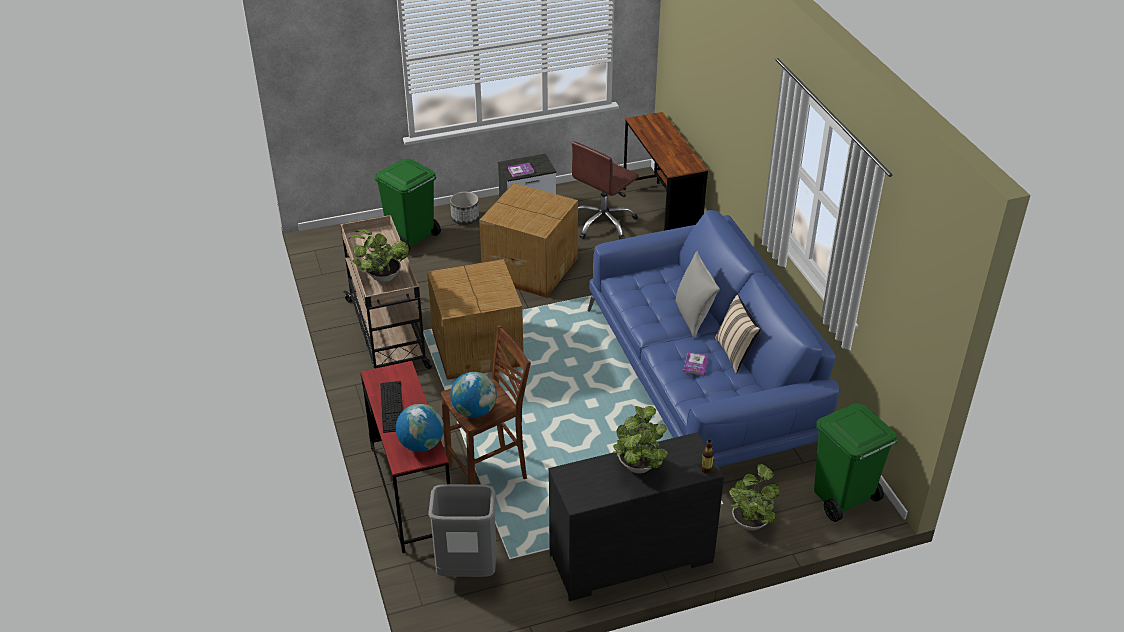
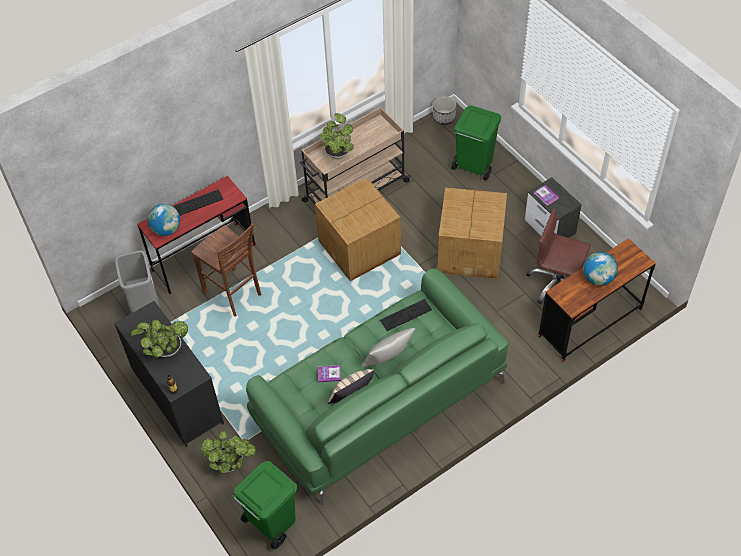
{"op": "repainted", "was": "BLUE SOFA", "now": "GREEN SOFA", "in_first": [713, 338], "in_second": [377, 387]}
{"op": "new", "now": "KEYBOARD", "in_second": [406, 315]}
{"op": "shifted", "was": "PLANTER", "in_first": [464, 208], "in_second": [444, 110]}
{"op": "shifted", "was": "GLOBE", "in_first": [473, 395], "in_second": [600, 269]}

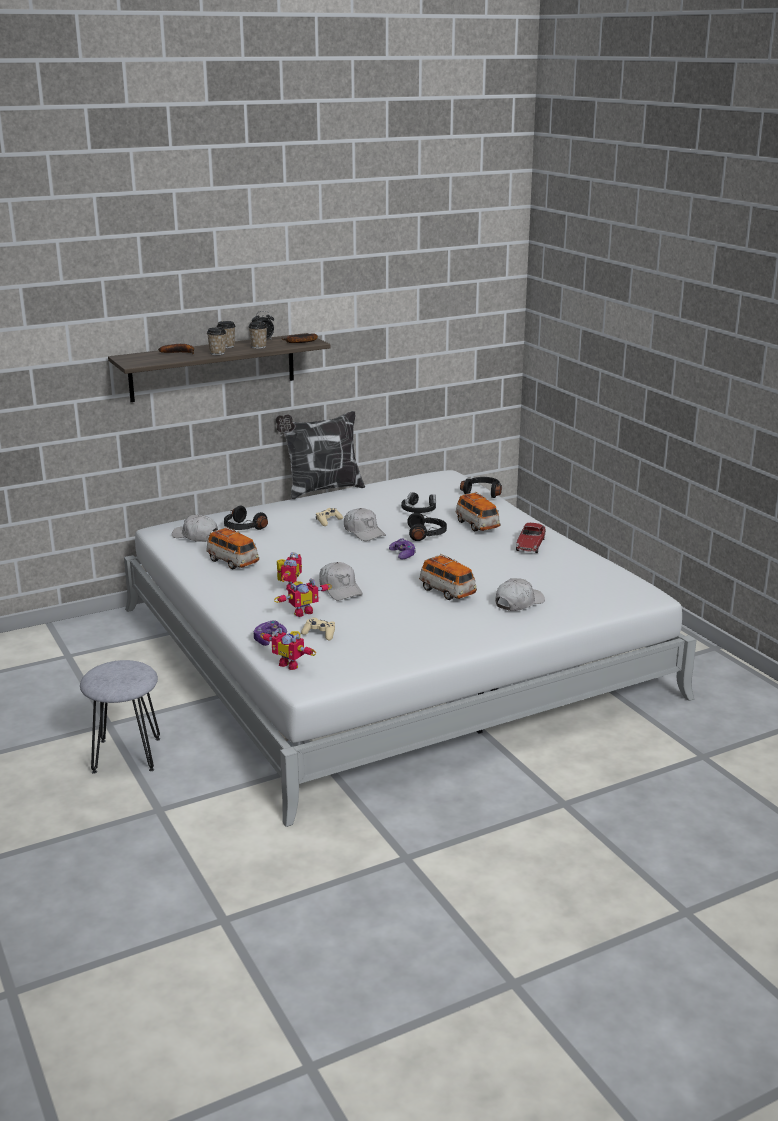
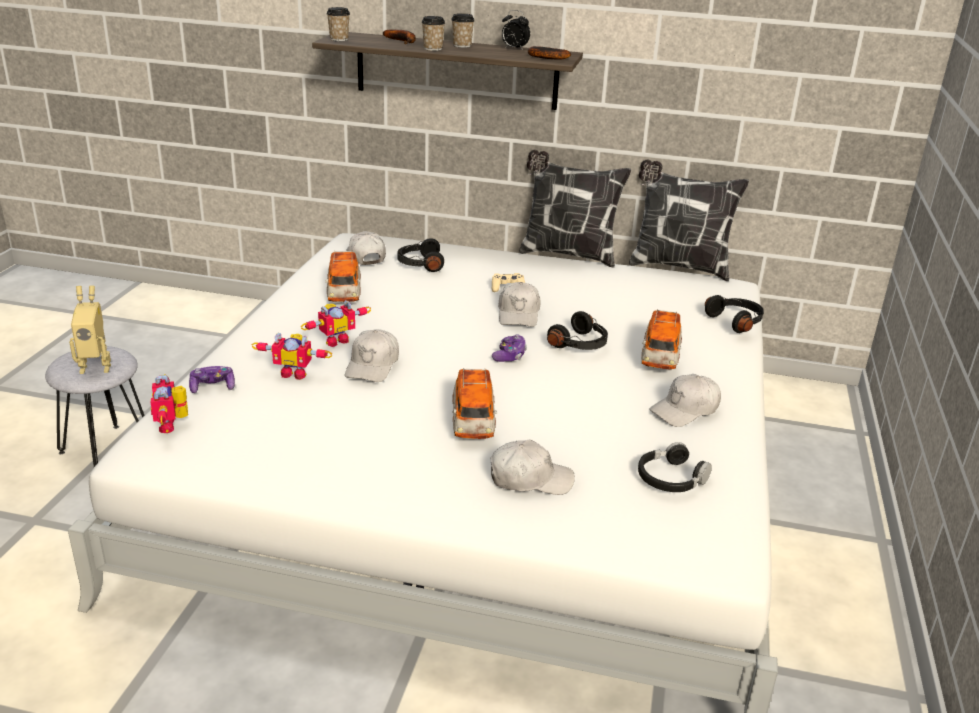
{"op": "new", "now": "TOY ROBOT", "in_second": [90, 329]}
{"op": "shifted", "was": "CUP", "in_first": [257, 335], "in_second": [338, 24]}
{"op": "new", "now": "PILLOW", "in_second": [689, 220]}
{"op": "shifted", "was": "BLACK HEADPHONES", "in_first": [418, 502], "in_second": [675, 467]}
{"op": "swapped", "was": "TOY CAR", "now": "WHITE CAP", "in_first": [531, 538], "in_second": [685, 400]}
{"op": "gone", "was": "BEIGE GAME CONTROLLER", "in_first": [318, 629]}

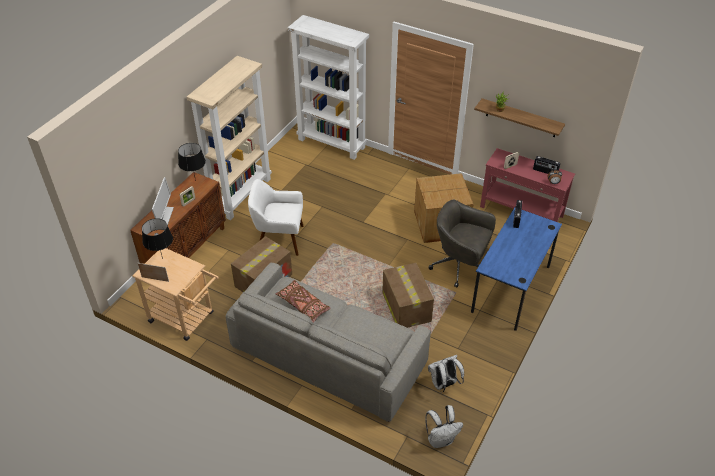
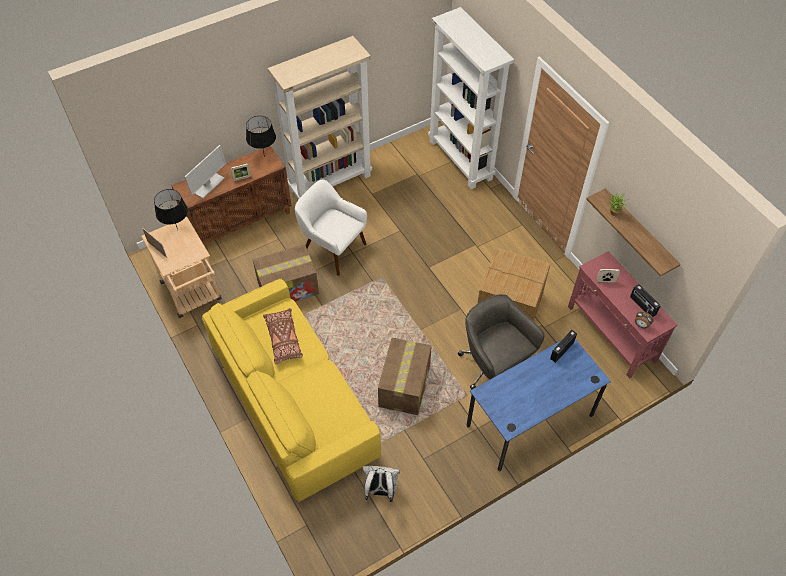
{"op": "repainted", "was": "GREY SOFA", "now": "YELLOW SOFA", "in_first": [328, 342], "in_second": [291, 390]}
{"op": "gone", "was": "WHITE BACKPACK", "in_first": [444, 426]}

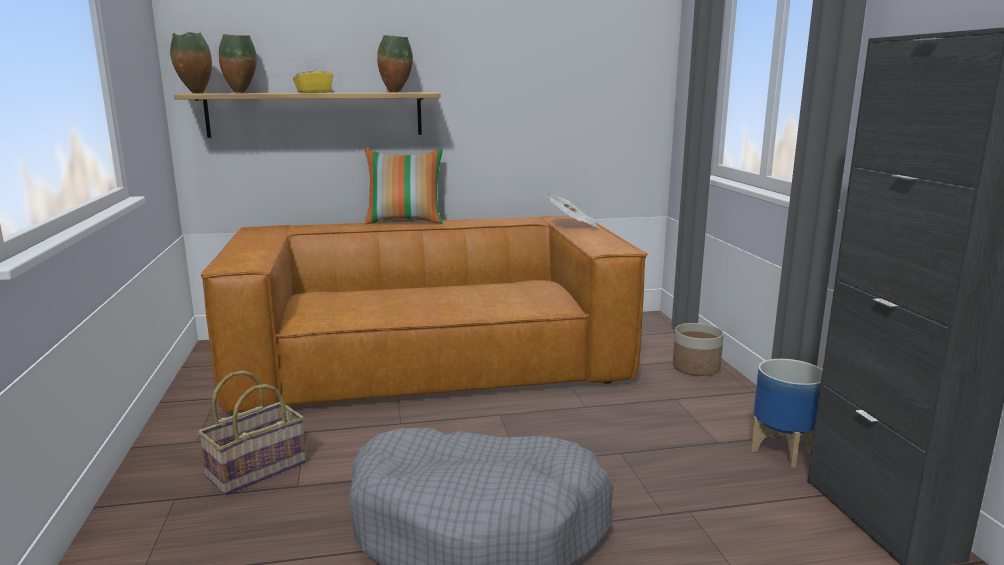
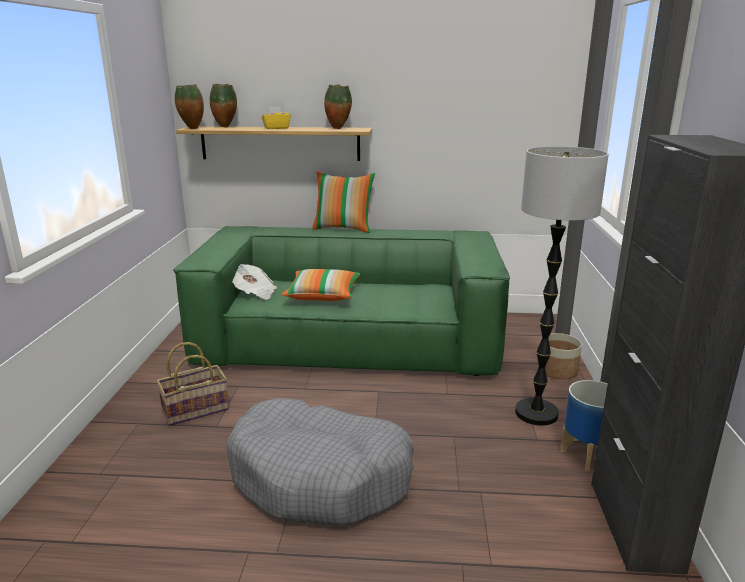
{"op": "repainted", "was": "BROWN SOFA", "now": "GREEN SOFA", "in_first": [424, 314], "in_second": [341, 301]}
{"op": "shifted", "was": "NEWSPAPER", "in_first": [572, 210], "in_second": [254, 281]}
{"op": "new", "now": "PILLOW", "in_second": [321, 285]}
{"op": "new", "now": "FLOOR LAMP", "in_second": [562, 286]}

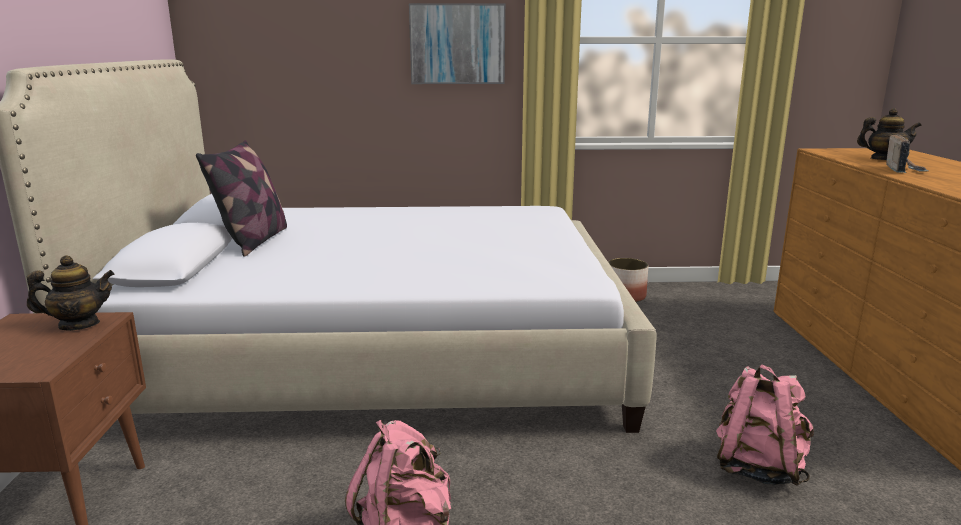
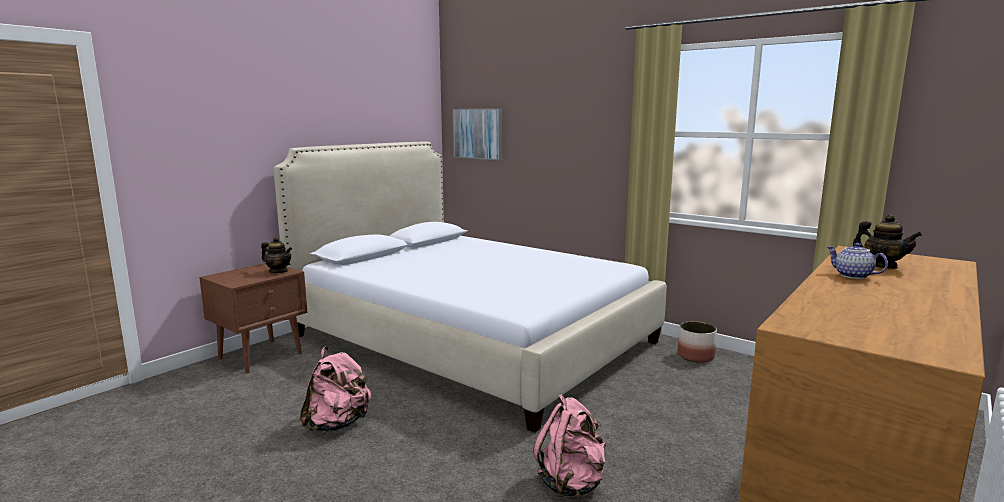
{"op": "shifted", "was": "PICTURE", "in_first": [457, 43], "in_second": [477, 134]}
{"op": "swapped", "was": "RADIO", "now": "TEAPOT", "in_first": [907, 153], "in_second": [857, 261]}
{"op": "gone", "was": "PILLOW", "in_first": [241, 198]}

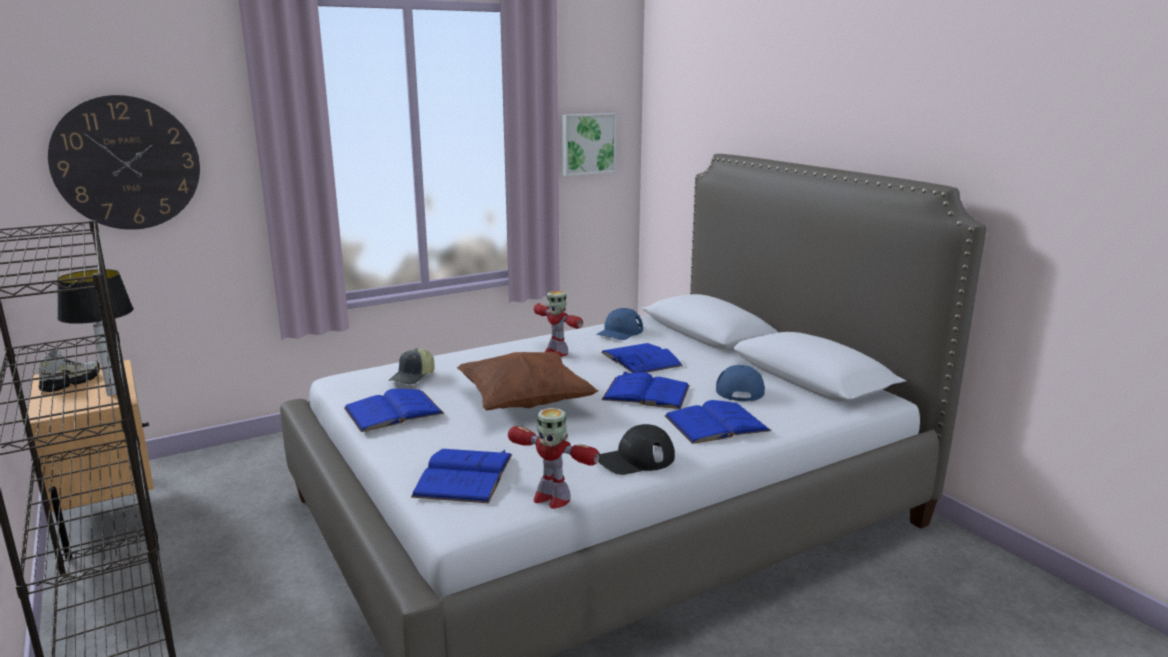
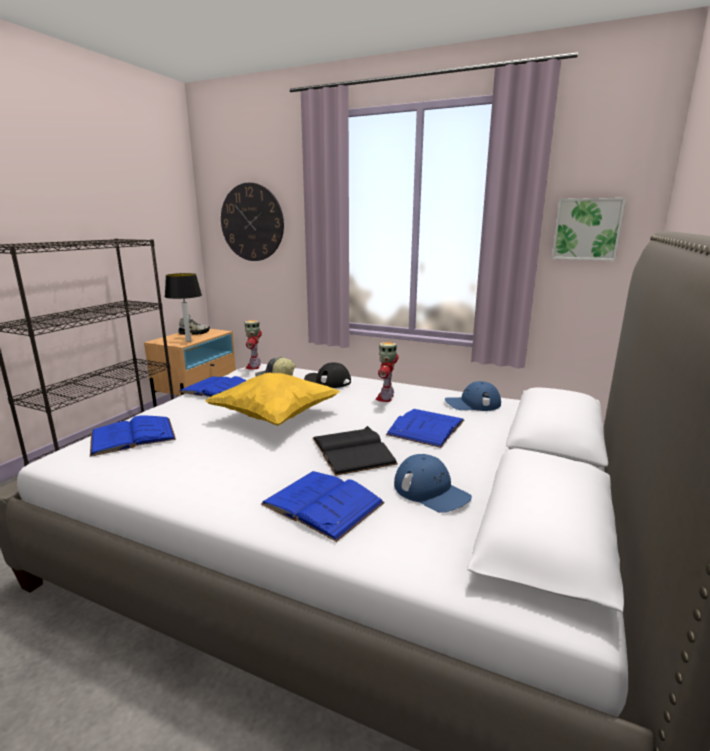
{"op": "repainted", "was": "BROWN PILLOW", "now": "YELLOW PILLOW", "in_first": [527, 381], "in_second": [273, 399]}
{"op": "shifted", "was": "TOY ROBOT", "in_first": [554, 458], "in_second": [253, 344]}
{"op": "shifted", "was": "BLACK CAP", "in_first": [636, 449], "in_second": [327, 375]}
{"op": "repainted", "was": "BLUE BOOK", "now": "BLACK BOOK", "in_first": [645, 390], "in_second": [355, 451]}
{"op": "rotated", "was": "BLUE CAP", "in_first": [740, 383], "in_second": [433, 483], "clockwise": 75}

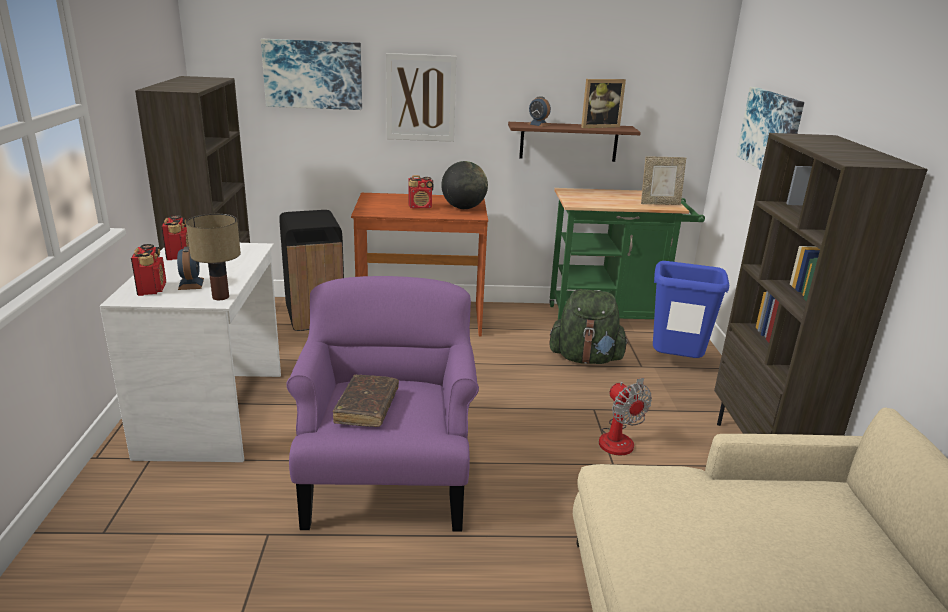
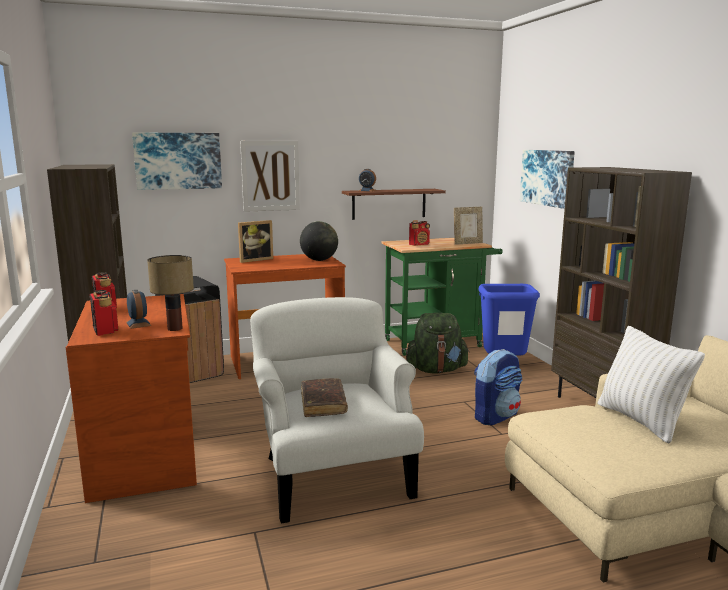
{"op": "repainted", "was": "WHITE DESK", "now": "BROWN DESK", "in_first": [190, 352], "in_second": [131, 398]}
{"op": "shifted", "was": "PICTURE FRAME", "in_first": [603, 103], "in_second": [255, 241]}
{"op": "repainted", "was": "PURPLE ARMCHAIR", "now": "WHITE ARMCHAIR", "in_first": [382, 404], "in_second": [337, 410]}
{"op": "shifted", "was": "RADIO", "in_first": [421, 192], "in_second": [419, 233]}
{"op": "swapped", "was": "FAN", "now": "BACKPACK", "in_first": [625, 416], "in_second": [498, 387]}
{"op": "new", "now": "WHITE PILLOW", "in_second": [651, 384]}

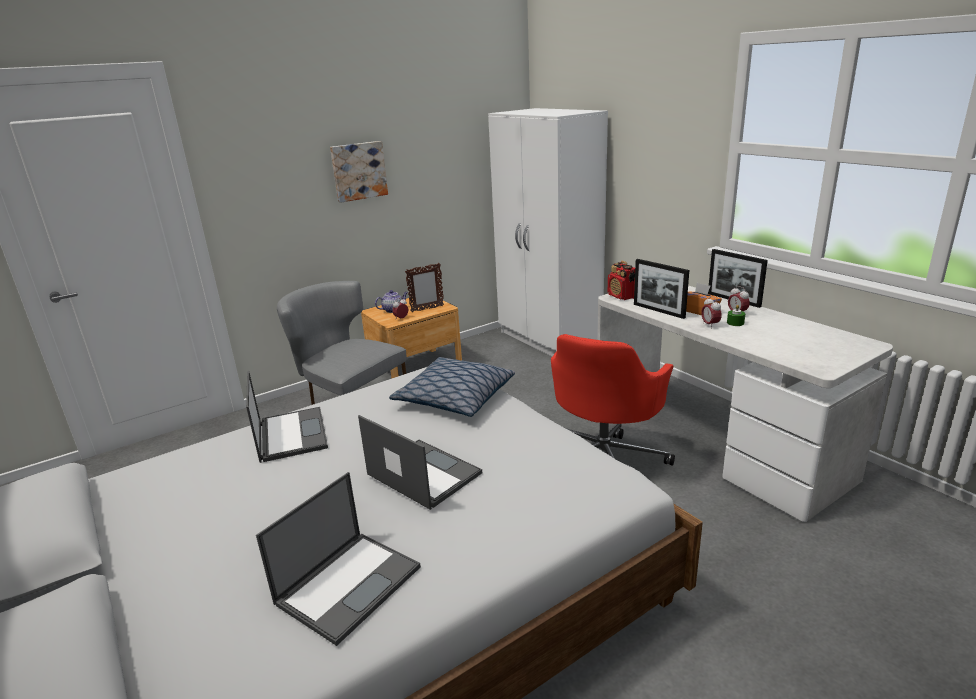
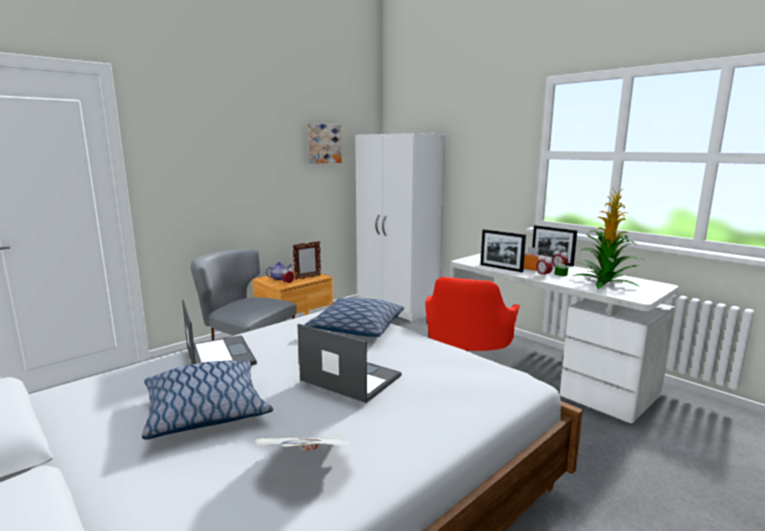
{"op": "new", "now": "PILLOW", "in_second": [207, 400]}
{"op": "swapped", "was": "LAPTOP", "now": "NEWSPAPER", "in_first": [338, 559], "in_second": [305, 443]}
{"op": "shifted", "was": "PICTURE", "in_first": [359, 172], "in_second": [325, 144]}
{"op": "new", "now": "POTTED PLANT", "in_second": [606, 238]}
{"op": "gone", "was": "RADIO", "in_first": [621, 280]}

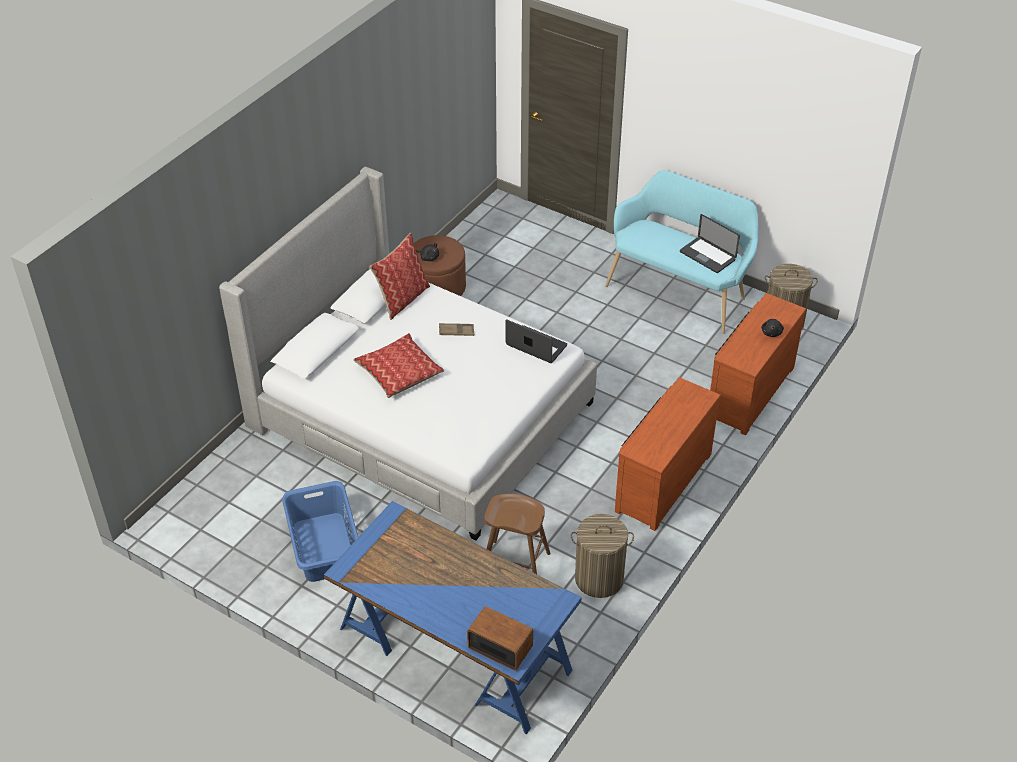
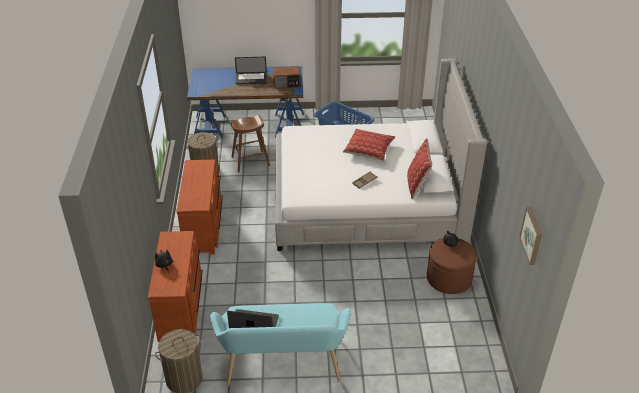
{"op": "shifted", "was": "LAPTOP", "in_first": [536, 341], "in_second": [251, 70]}
{"op": "shifted", "was": "RADIO", "in_first": [500, 638], "in_second": [287, 78]}
{"op": "new", "now": "PICTURE", "in_second": [530, 236]}

